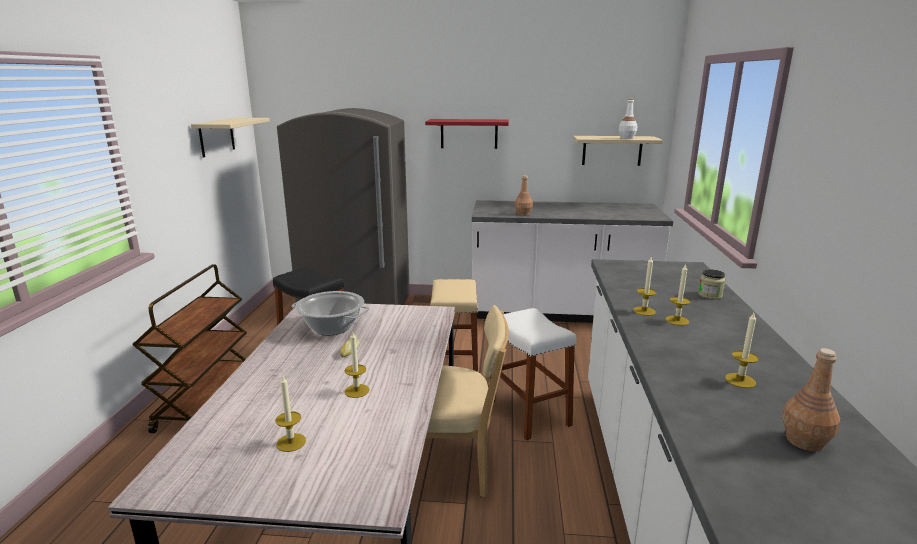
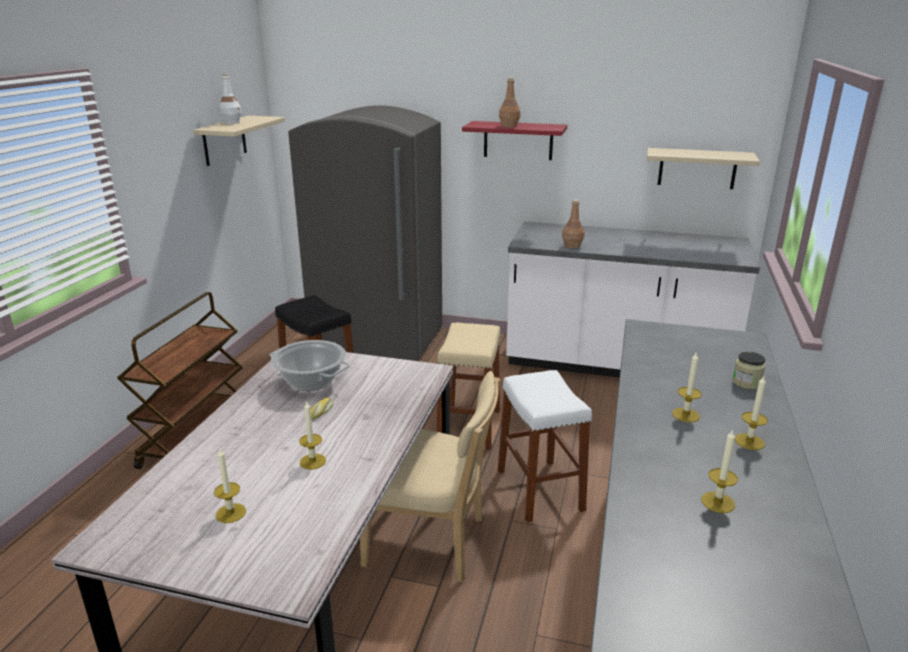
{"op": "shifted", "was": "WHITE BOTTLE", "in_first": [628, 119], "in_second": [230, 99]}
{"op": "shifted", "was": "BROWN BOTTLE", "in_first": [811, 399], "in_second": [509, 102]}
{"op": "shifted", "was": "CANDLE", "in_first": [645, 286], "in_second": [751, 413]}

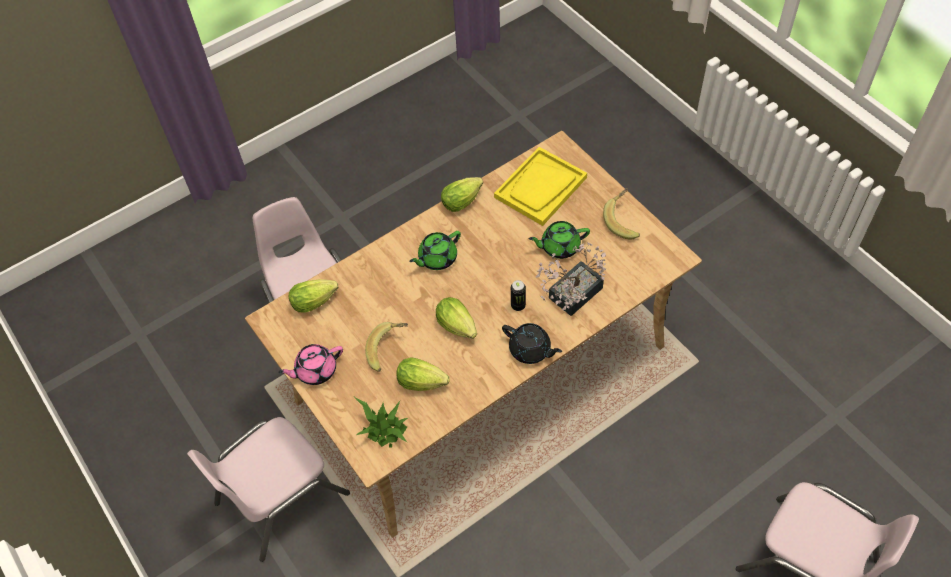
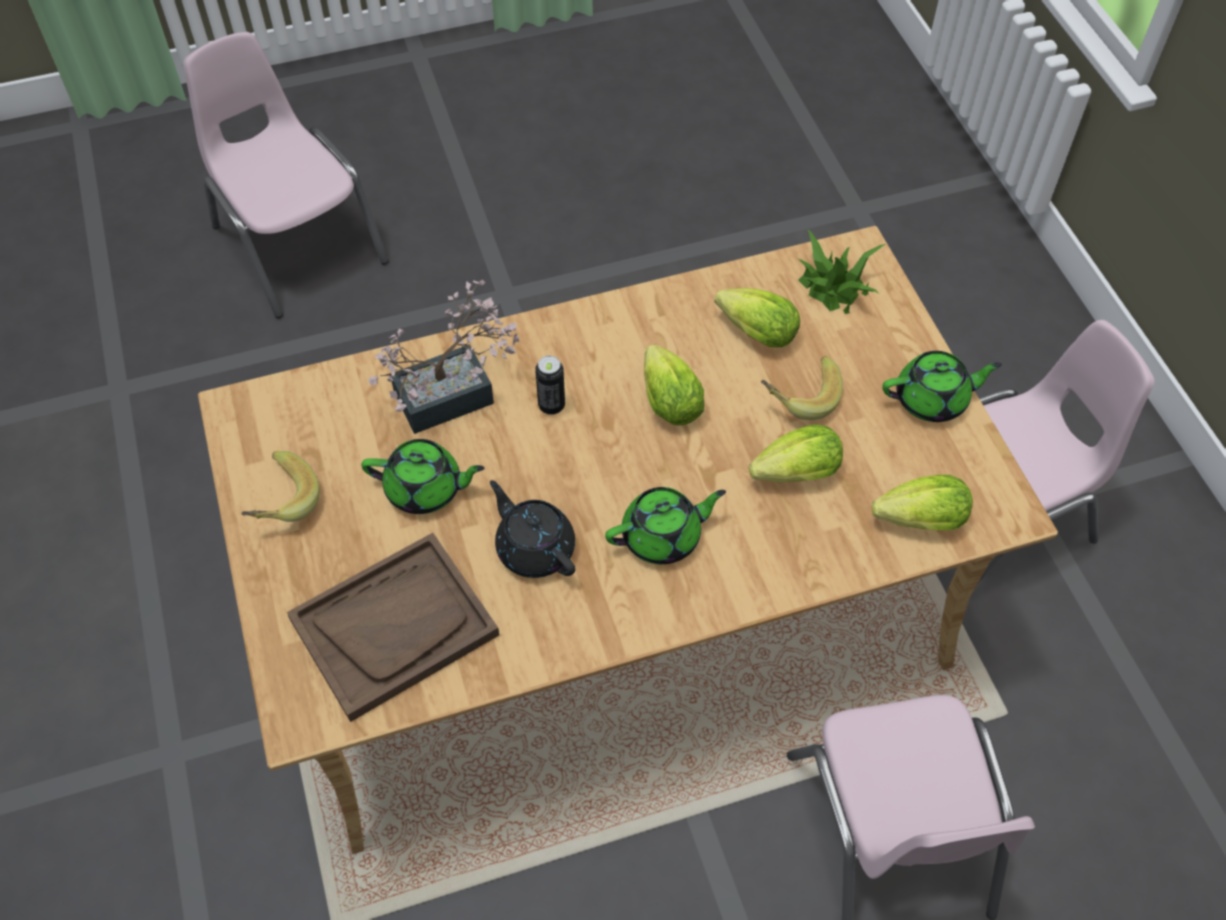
{"op": "repainted", "was": "YELLOW TRAY", "now": "BROWN TRAY", "in_first": [540, 186], "in_second": [393, 627]}
{"op": "shifted", "was": "BLACK TEAPOT", "in_first": [532, 343], "in_second": [532, 529]}
{"op": "shifted", "was": "LETTUCE", "in_first": [462, 194], "in_second": [796, 453]}
{"op": "repainted", "was": "PINK TEAPOT", "now": "GREEN TEAPOT", "in_first": [310, 364], "in_second": [942, 386]}

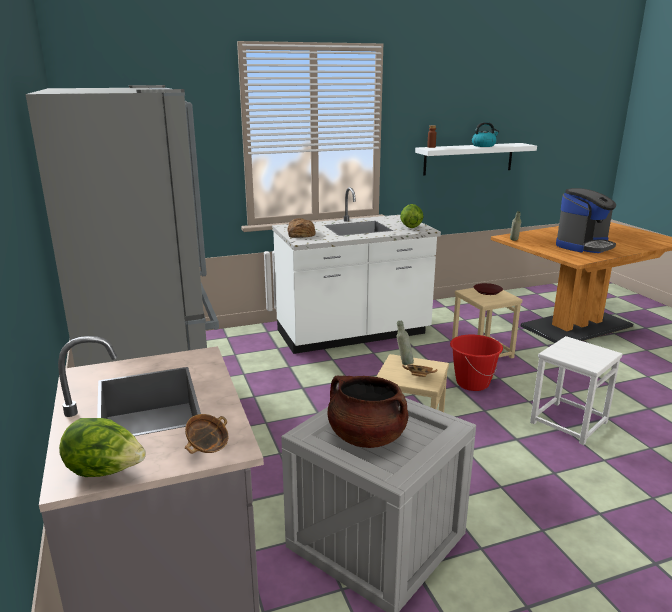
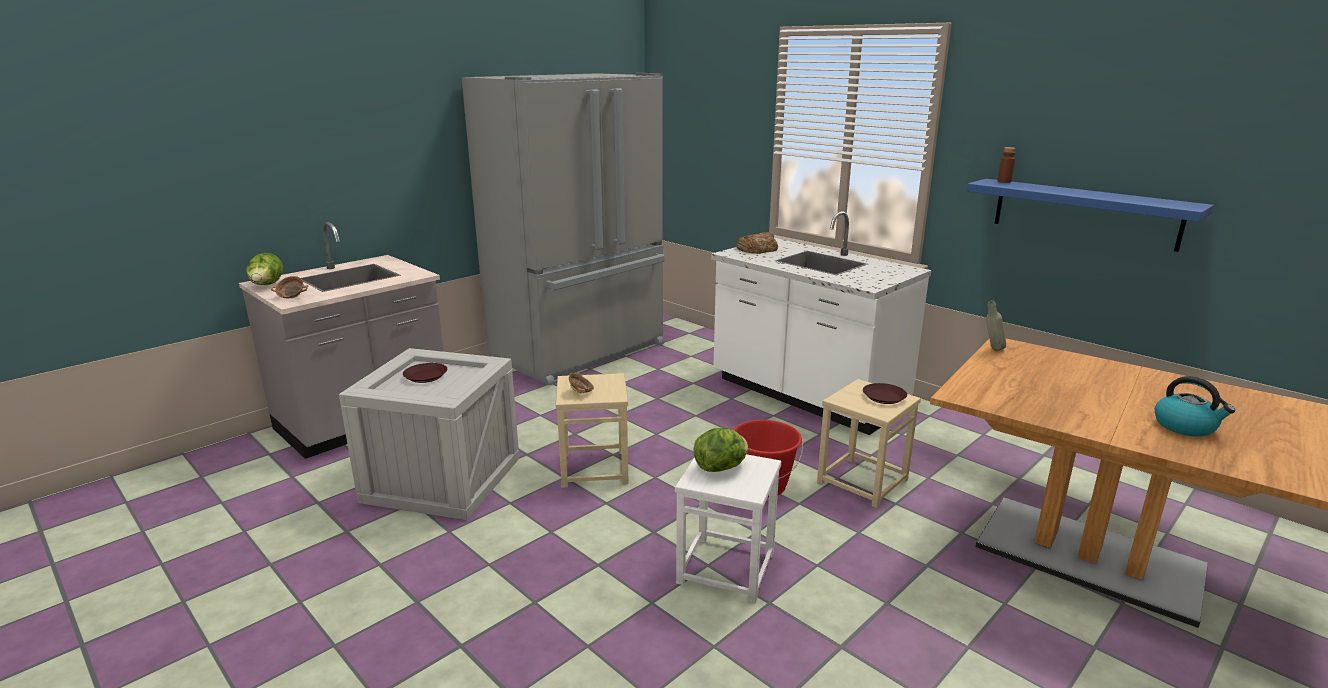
{"op": "swapped", "was": "BROWN COOKING POT", "now": "BROWN PLATE", "in_first": [368, 412], "in_second": [425, 373]}
{"op": "shifted", "was": "LETTUCE", "in_first": [412, 216], "in_second": [720, 450]}
{"op": "repainted", "was": "WHITE SHELF", "now": "BLUE SHELF", "in_first": [476, 159], "in_second": [1090, 215]}
{"op": "shifted", "was": "KETTLE", "in_first": [485, 134], "in_second": [1195, 406]}
{"op": "gone", "was": "GREY BOTTLE", "in_first": [405, 342]}
{"op": "gone", "was": "COFFEE MACHINE", "in_first": [586, 220]}

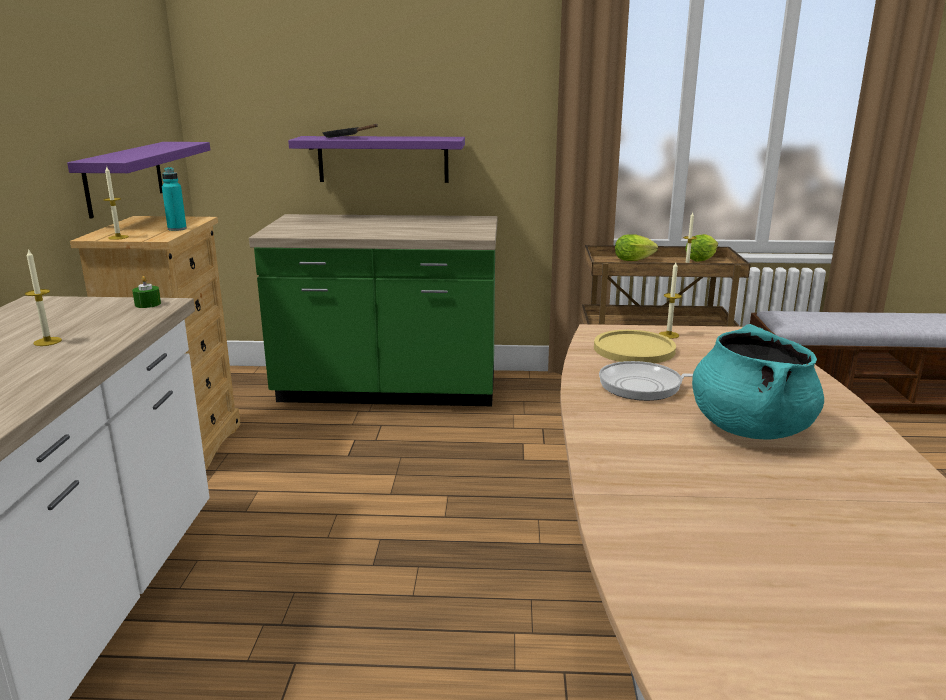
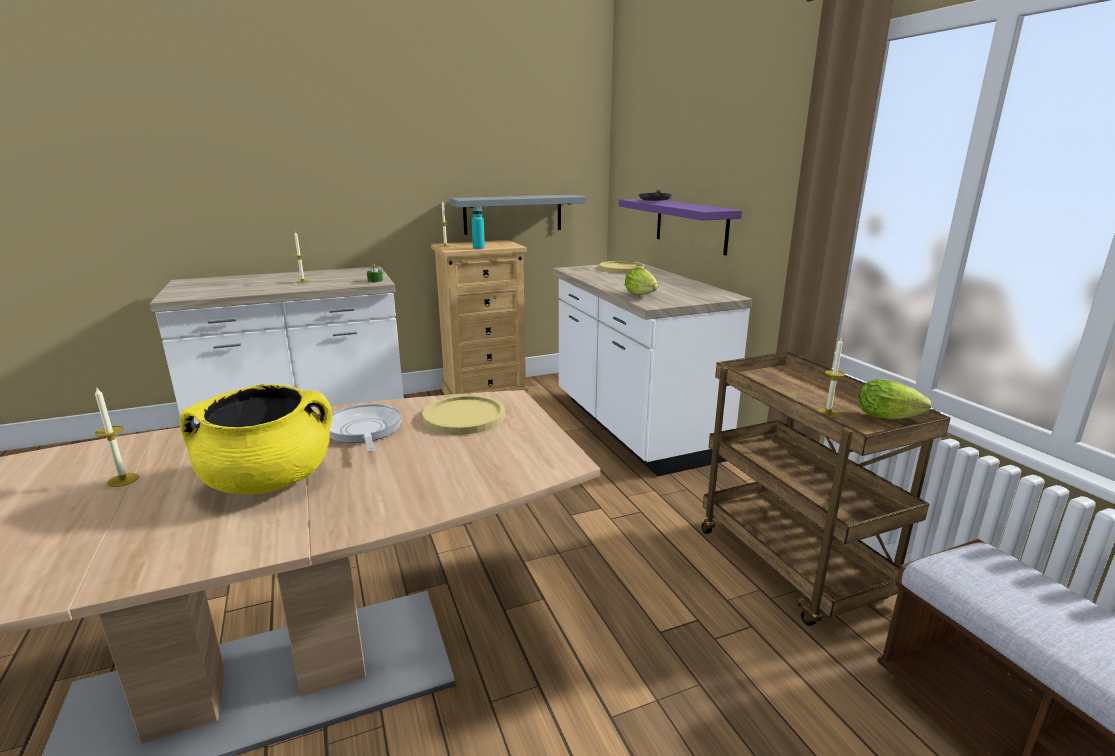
{"op": "shifted", "was": "CANDLE", "in_first": [670, 300], "in_second": [117, 437]}
{"op": "repainted", "was": "TURQUOISE COOKING POT", "now": "YELLOW COOKING POT", "in_first": [758, 382], "in_second": [255, 439]}
{"op": "repainted", "was": "PURPLE SHELF", "now": "GREY SHELF", "in_first": [138, 180], "in_second": [518, 215]}
{"op": "repainted", "was": "GREEN COUNTER", "now": "WHITE COUNTER", "in_first": [373, 310], "in_second": [652, 369]}
{"op": "new", "now": "YELLOW PLATE", "in_second": [621, 267]}
{"op": "shifted", "was": "LETTUCE", "in_first": [636, 248], "in_second": [641, 281]}

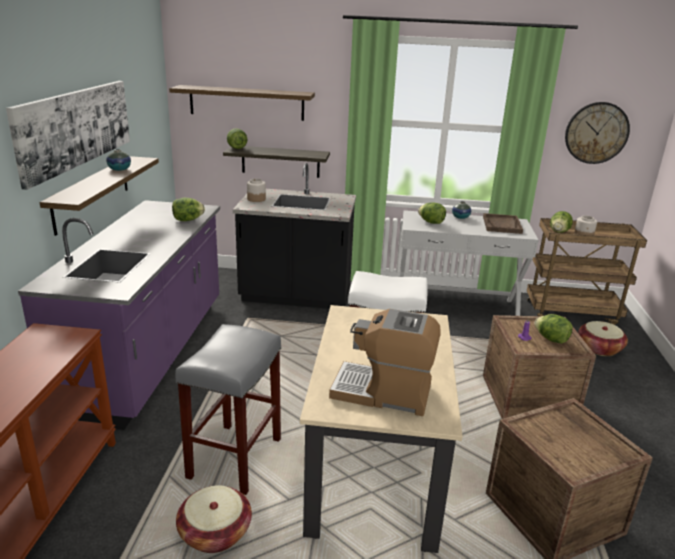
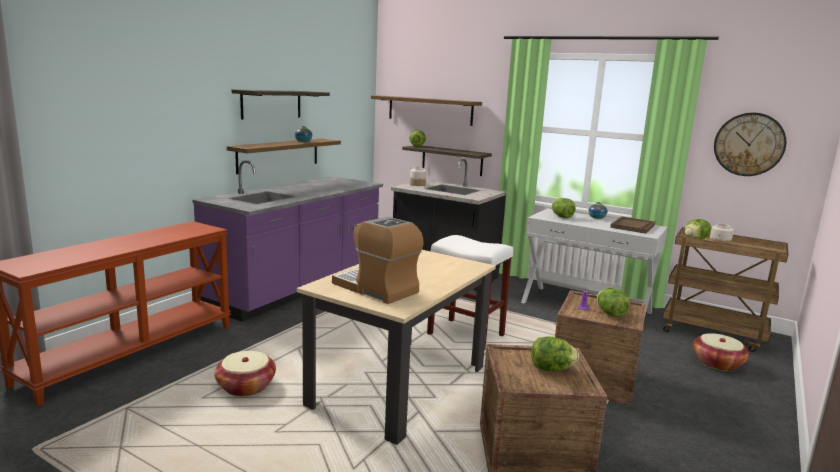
{"op": "swapped", "was": "PICTURE", "now": "SHELF", "in_first": [68, 135], "in_second": [281, 104]}
{"op": "shifted", "was": "LETTUCE", "in_first": [188, 209], "in_second": [555, 353]}
{"op": "gone", "was": "GREY STOOL", "in_first": [228, 409]}

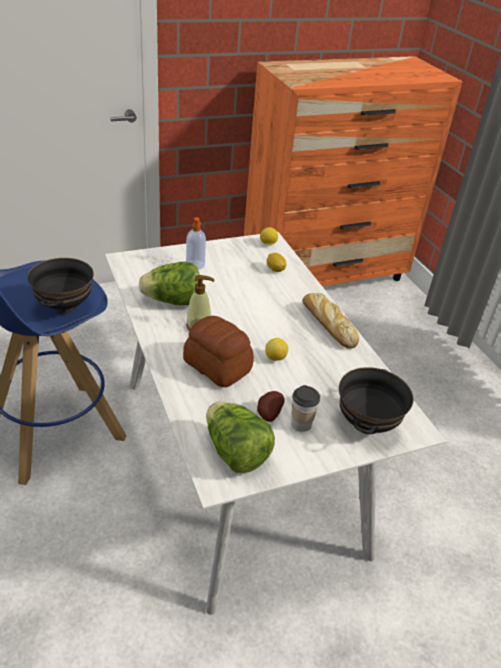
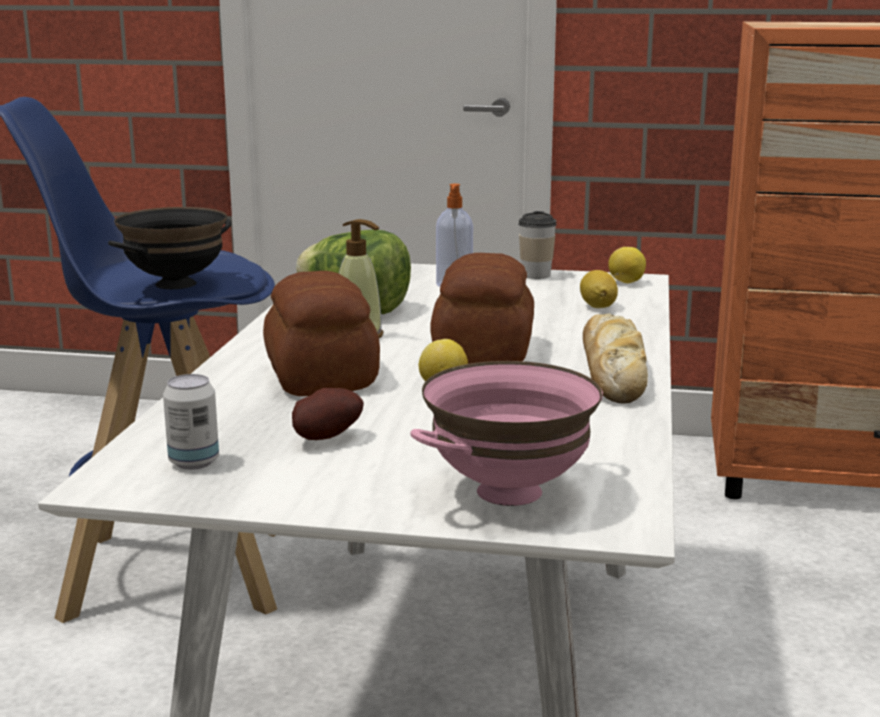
{"op": "swapped", "was": "LETTUCE", "now": "CAN", "in_first": [240, 437], "in_second": [191, 422]}
{"op": "repainted", "was": "BLACK BOWL", "now": "PINK BOWL", "in_first": [376, 400], "in_second": [507, 433]}
{"op": "new", "now": "BREAD", "in_second": [482, 308]}
{"op": "shifted", "was": "CUP", "in_first": [305, 408], "in_second": [537, 245]}

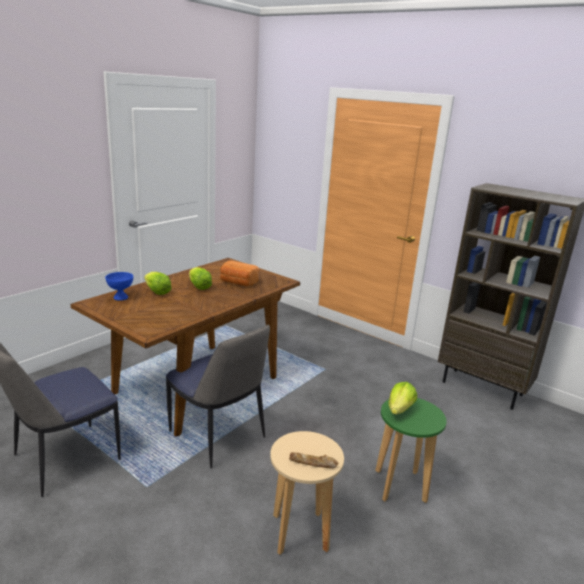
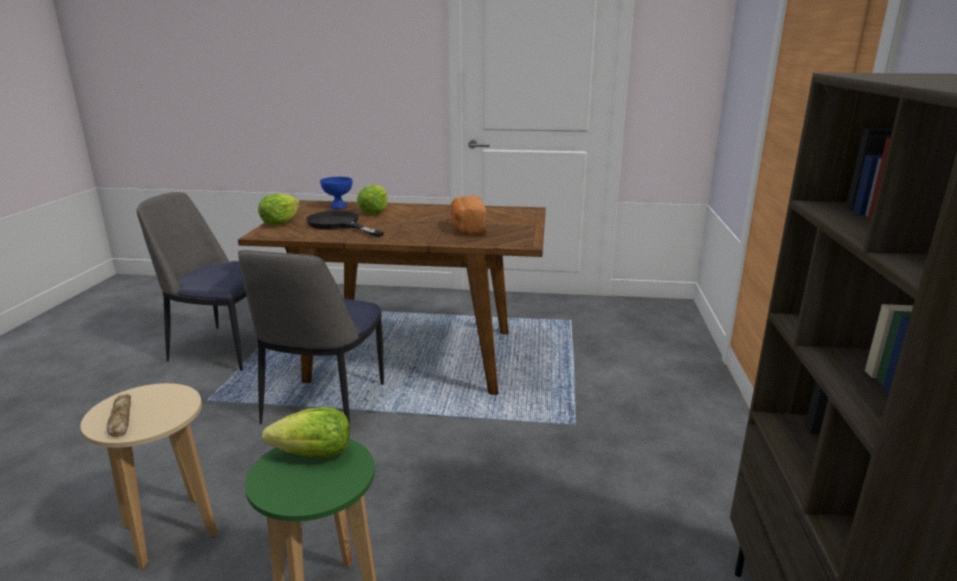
{"op": "shifted", "was": "LETTUCE", "in_first": [200, 278], "in_second": [279, 209]}
{"op": "new", "now": "BLACK FRYING PAN", "in_second": [345, 224]}

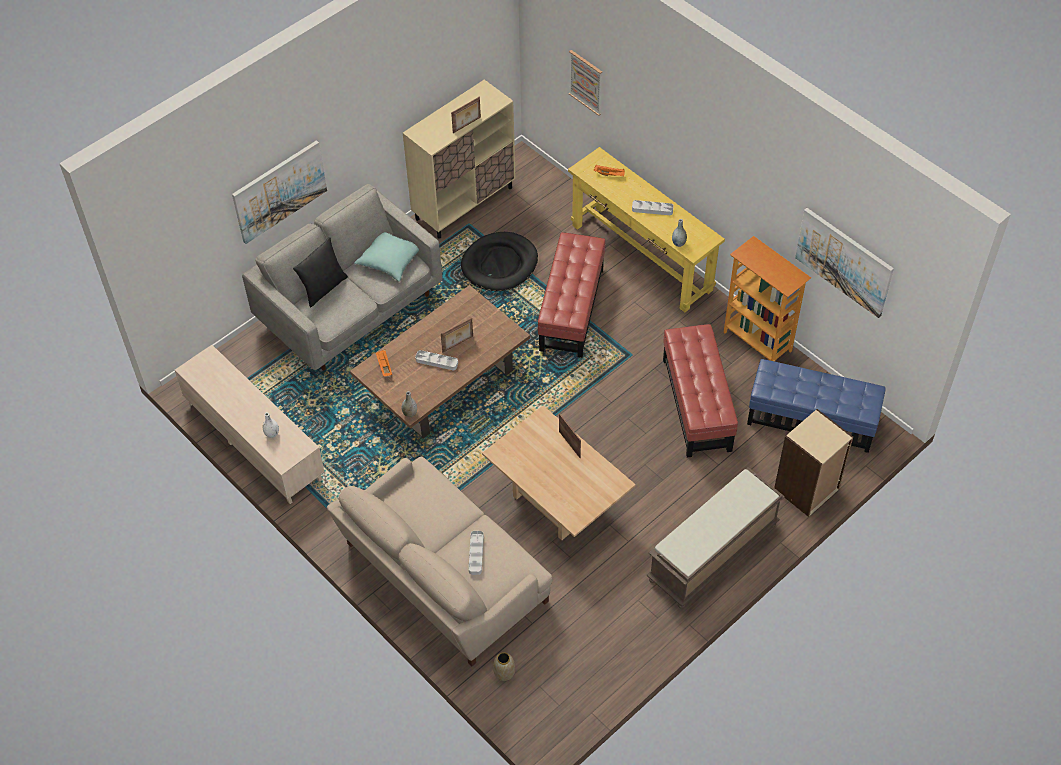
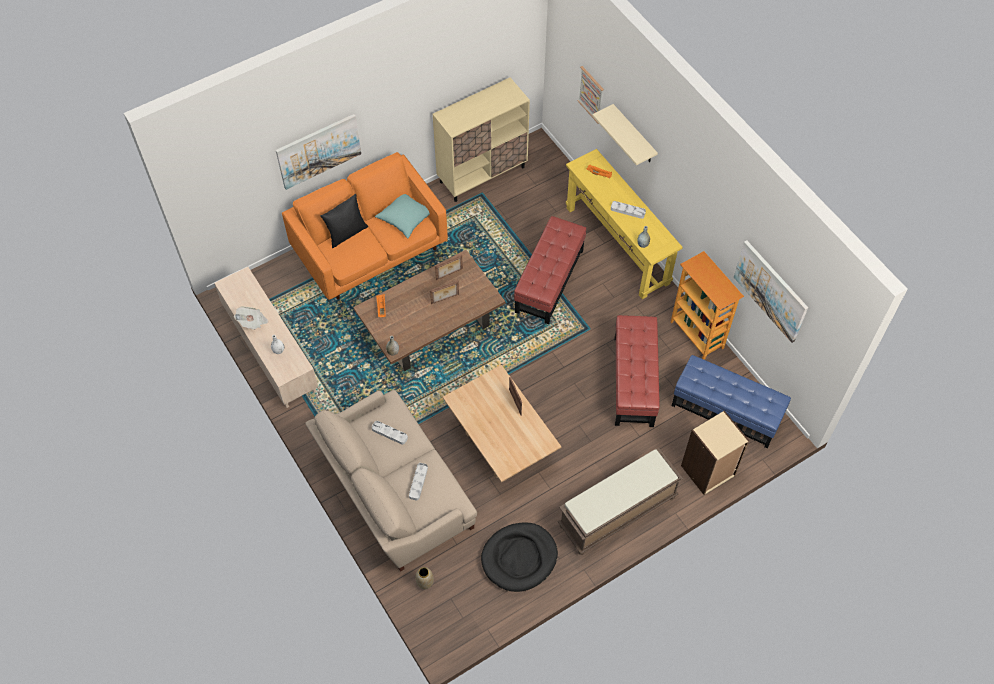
{"op": "new", "now": "NEWSPAPER", "in_second": [251, 318]}
{"op": "repainted", "was": "GREY SOFA", "now": "ORANGE SOFA", "in_first": [342, 277], "in_second": [365, 226]}
{"op": "shifted", "was": "GREY TRAY", "in_first": [436, 360], "in_second": [390, 433]}
{"op": "shifted", "was": "PICTURE FRAME", "in_first": [466, 115], "in_second": [449, 267]}
{"op": "shifted", "was": "BLACK DOG BED", "in_first": [499, 261], "in_second": [519, 557]}
{"op": "new", "now": "BEIGE SHELF", "in_second": [625, 134]}

